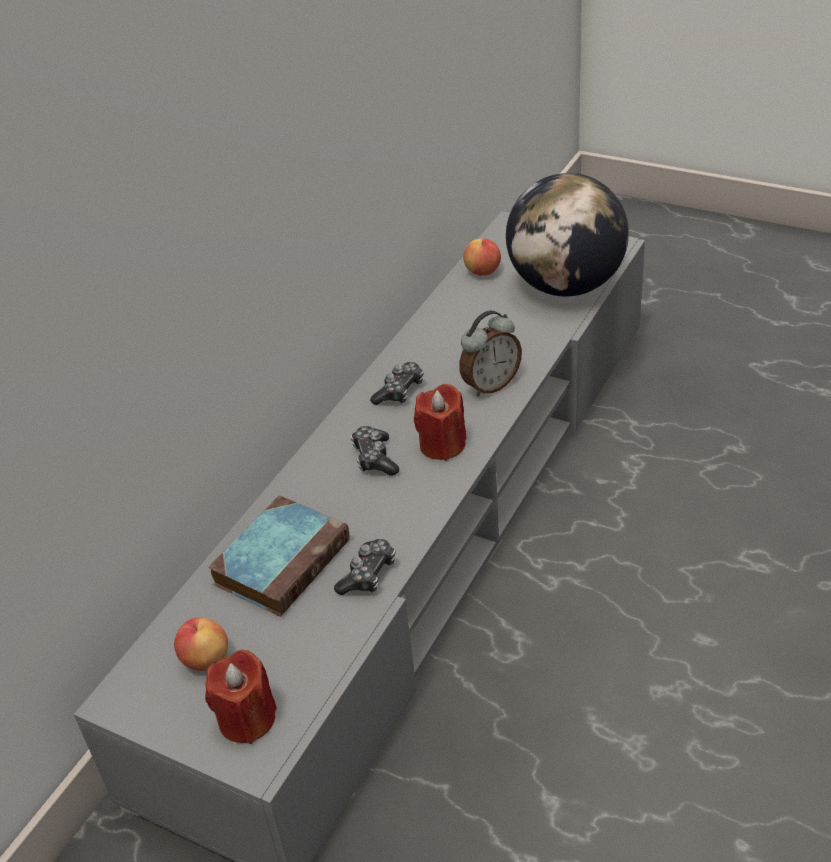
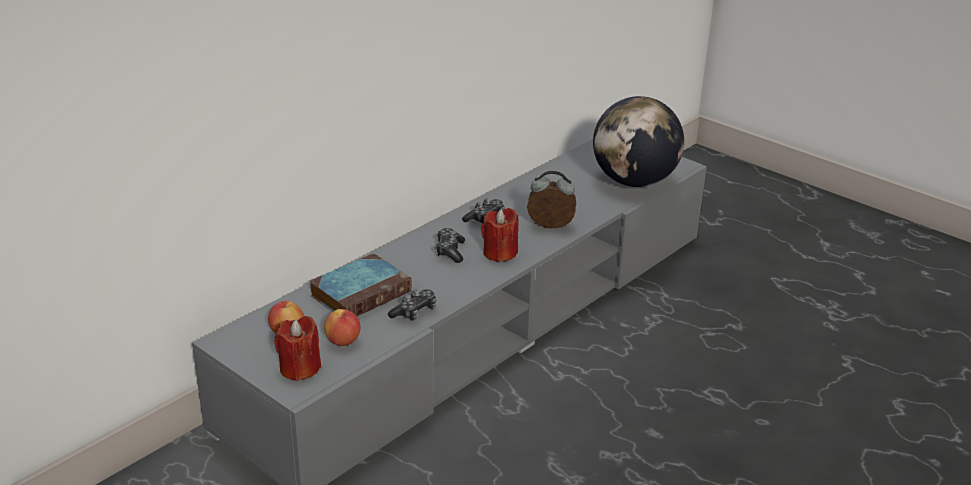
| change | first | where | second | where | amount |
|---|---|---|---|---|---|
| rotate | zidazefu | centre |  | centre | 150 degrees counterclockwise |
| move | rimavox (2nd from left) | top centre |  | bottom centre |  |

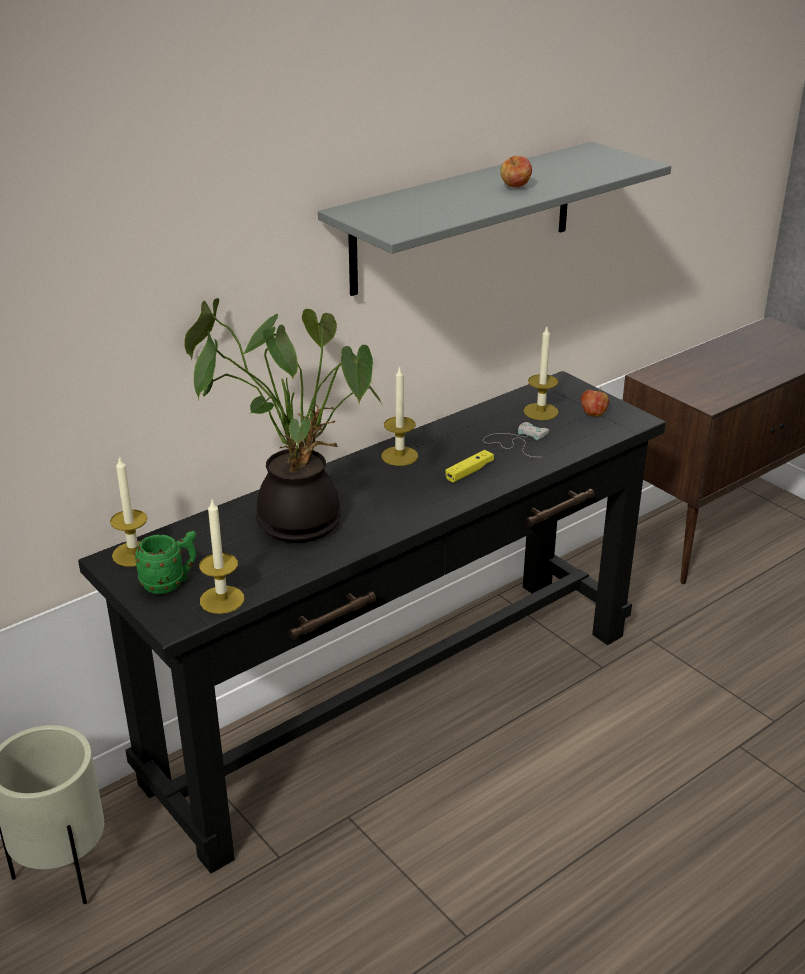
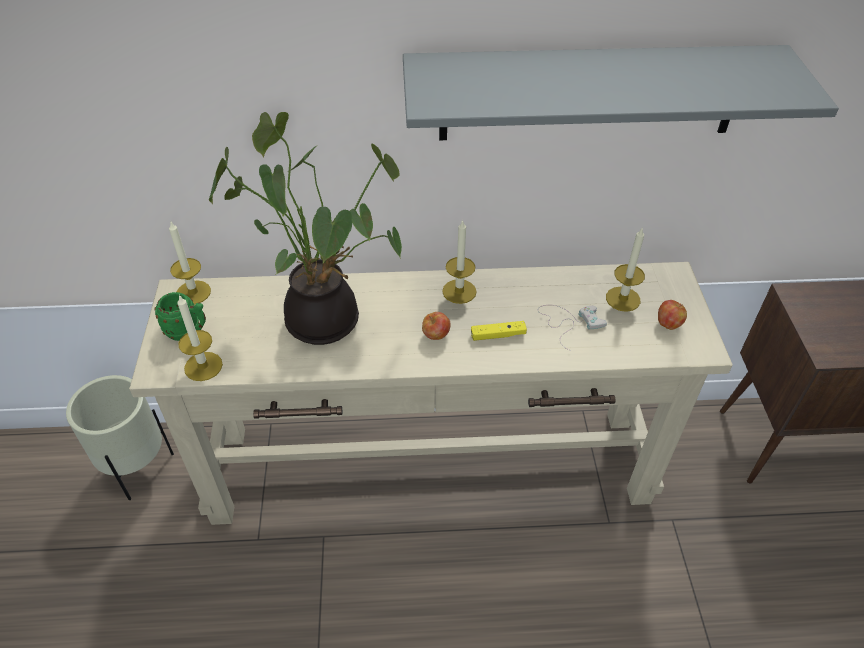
| change | first | where | second | where | amount |
|---|---|---|---|---|---|
| recolor | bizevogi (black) | centre | bizevogi (beige) | centre |  |
| move | rimavox (1st from left) | top centre |  | centre |  |

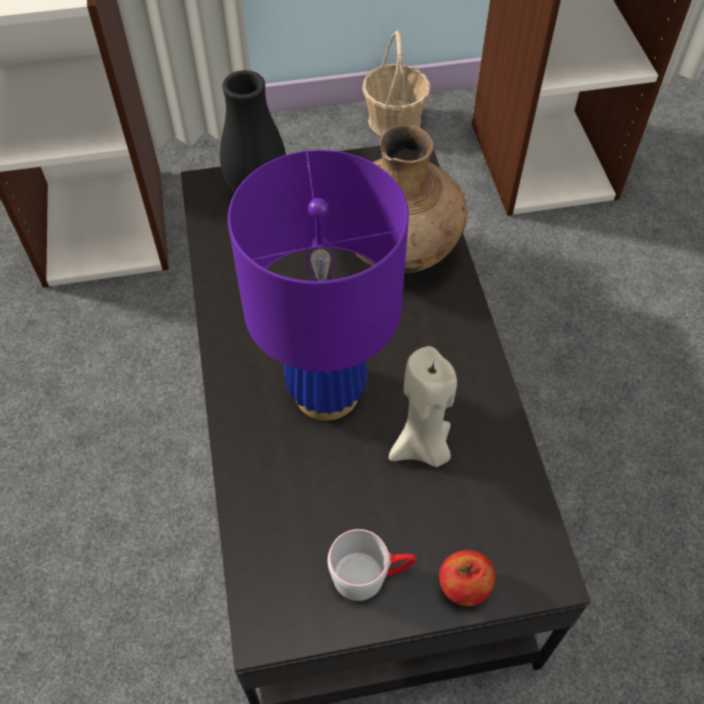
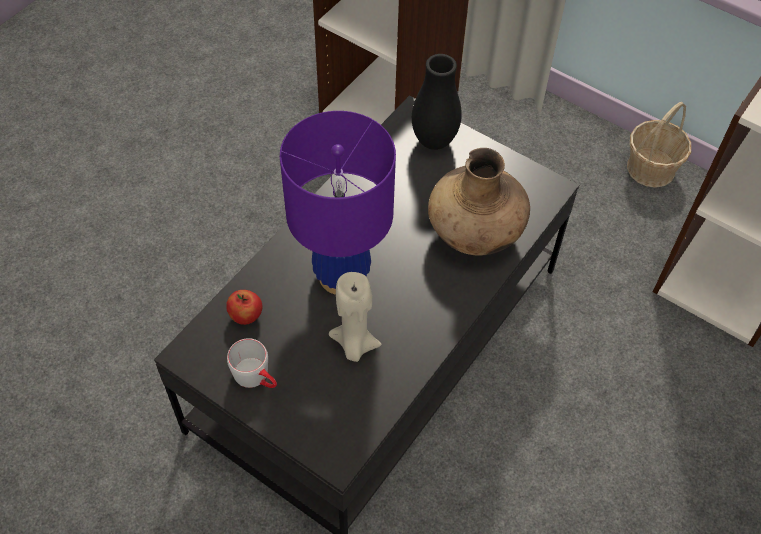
| change | first | where | second | where | amount |
|---|---|---|---|---|---|
| move | rimavox | bottom centre |  | middle left |  |

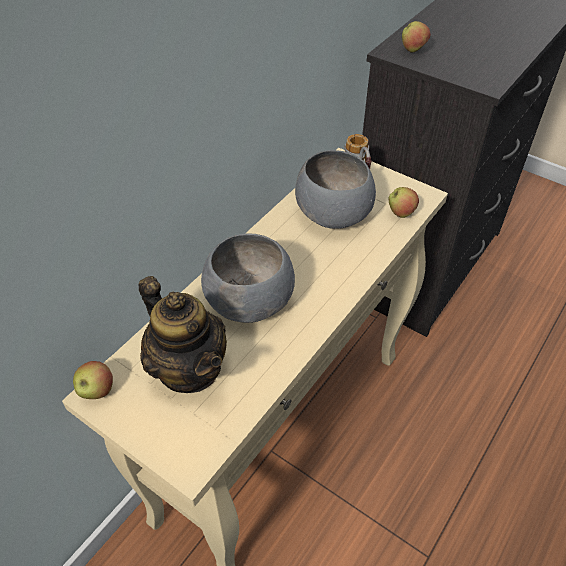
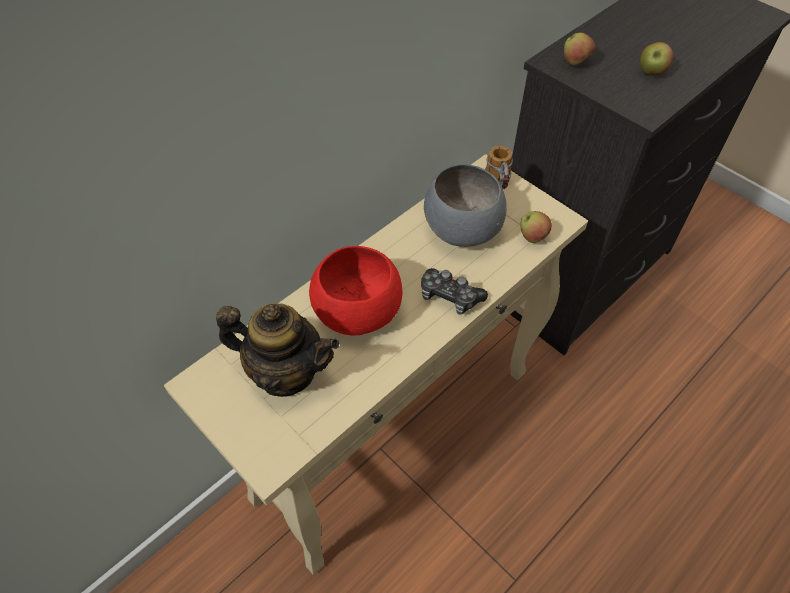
| change | first | where | second | where | amount |
|---|---|---|---|---|---|
| move | rimavox (1st from left in the first image) | bottom left | rimavox (3rd from left) | top right |  |
| rotate | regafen | middle left |  | centre | 45 degrees counterclockwise |
| recolor | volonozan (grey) (1st from left) | centre | volonozan (red) | centre |  |
| insert |  |  | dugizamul | centre |  |

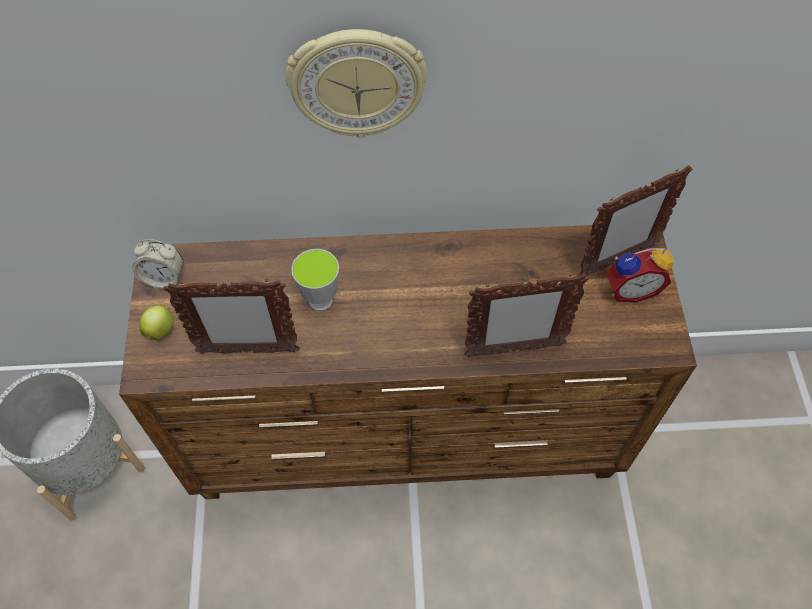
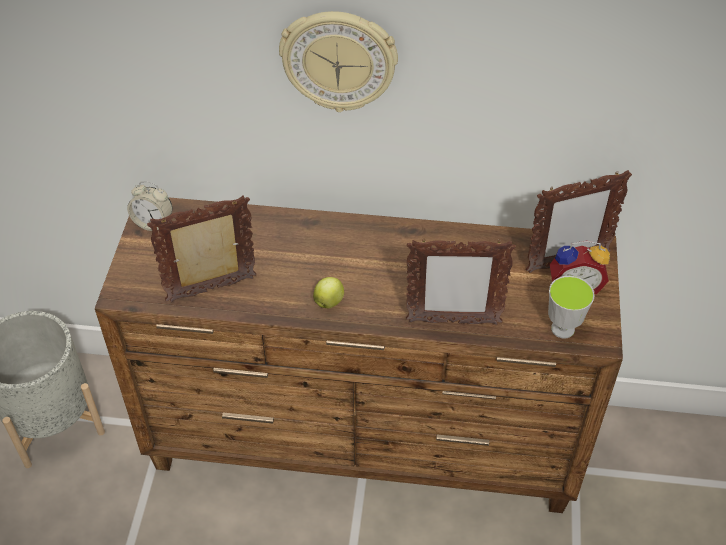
| change | first | where | second | where | amount |
|---|---|---|---|---|---|
| move | rimavox | middle left |  | centre |  |
| rotate | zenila (1st from left) | middle left |  | middle left | 150 degrees clockwise |
| move | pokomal | centre |  | middle right |  |

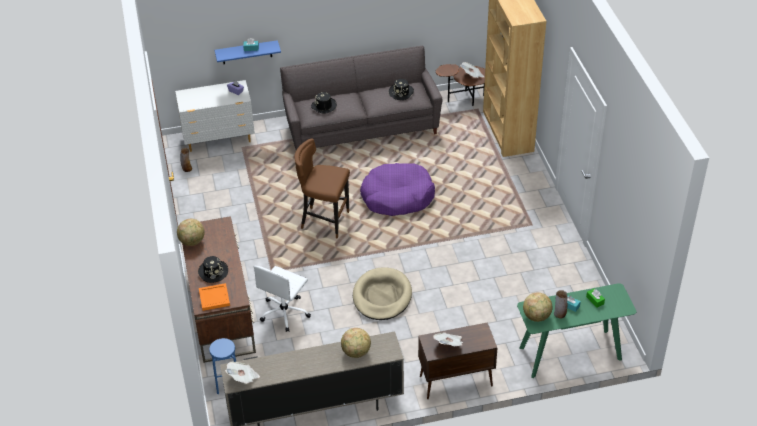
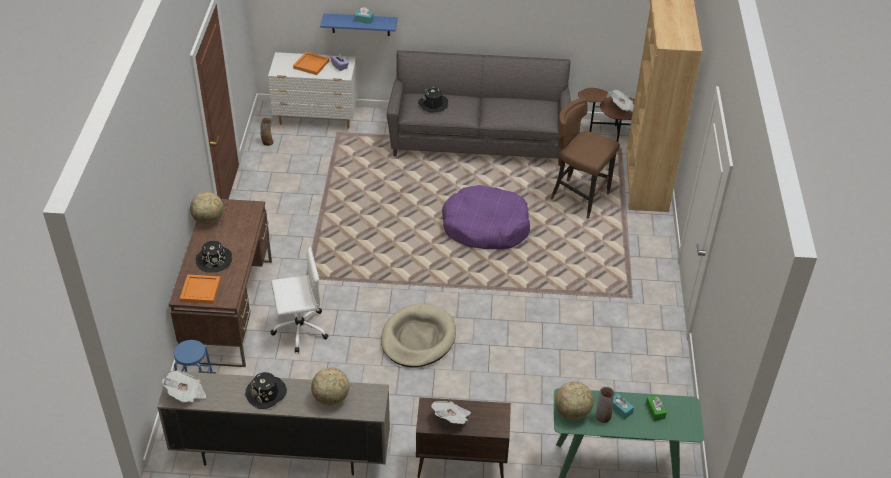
| change | first | where | second | where | amount |
|---|---|---|---|---|---|
| rotate | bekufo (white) | bottom centre |  | centre | 150 degrees counterclockwise |
| move | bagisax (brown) | centre |  | top centre |  |
| move | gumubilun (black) (3rd from left in the first image) | top centre | gumubilun (black) (2nd from left) | bottom left |  |
| insert |  |  | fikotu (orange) (2nd from left) | top centre |  |

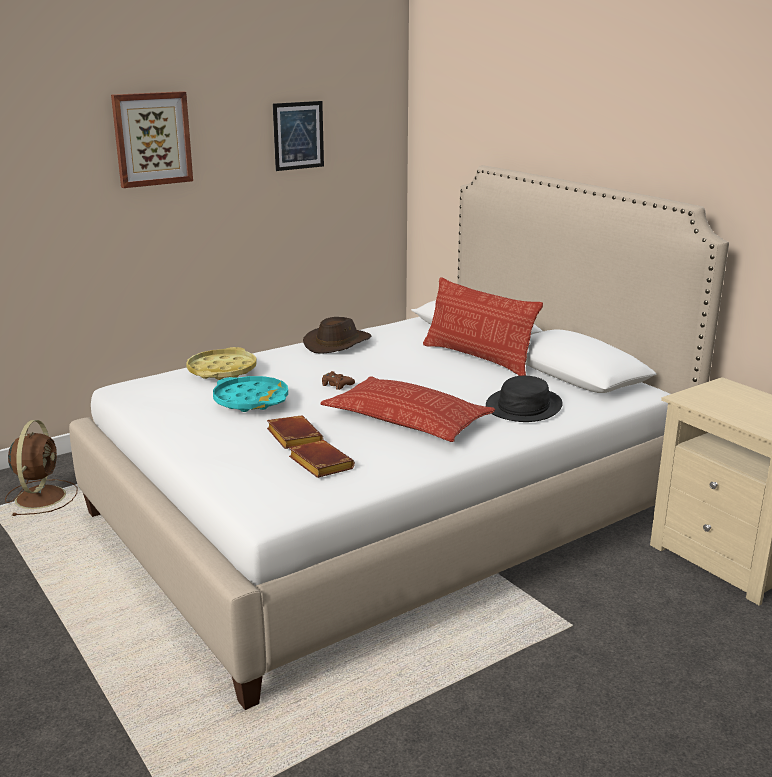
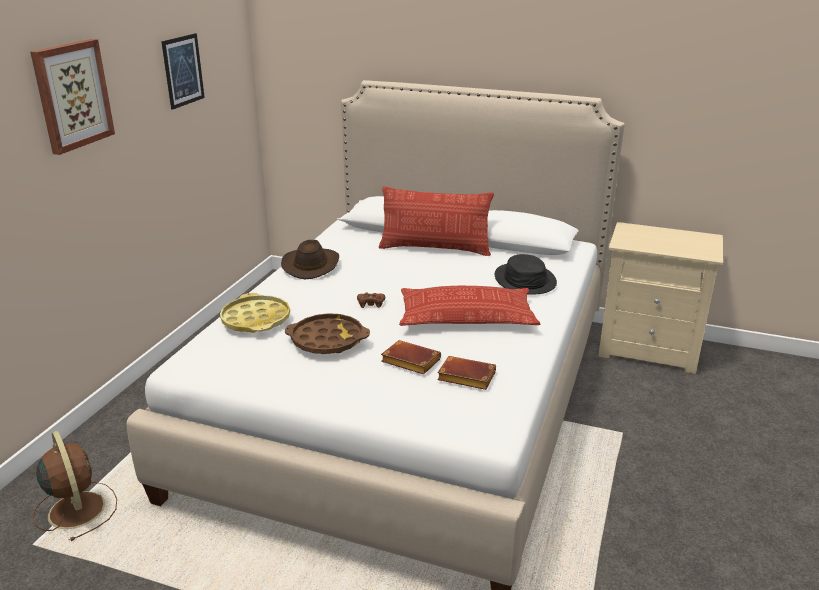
| change | first | where | second | where | amount |
|---|---|---|---|---|---|
| recolor | fikotu (turquoise) | middle left | fikotu (brown) | centre |  |

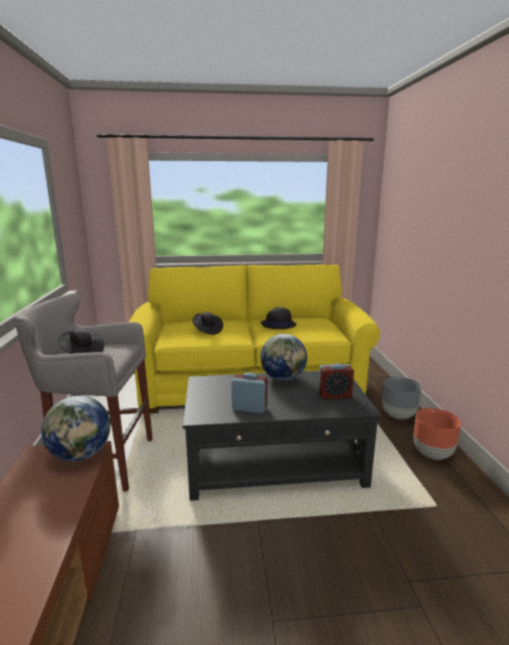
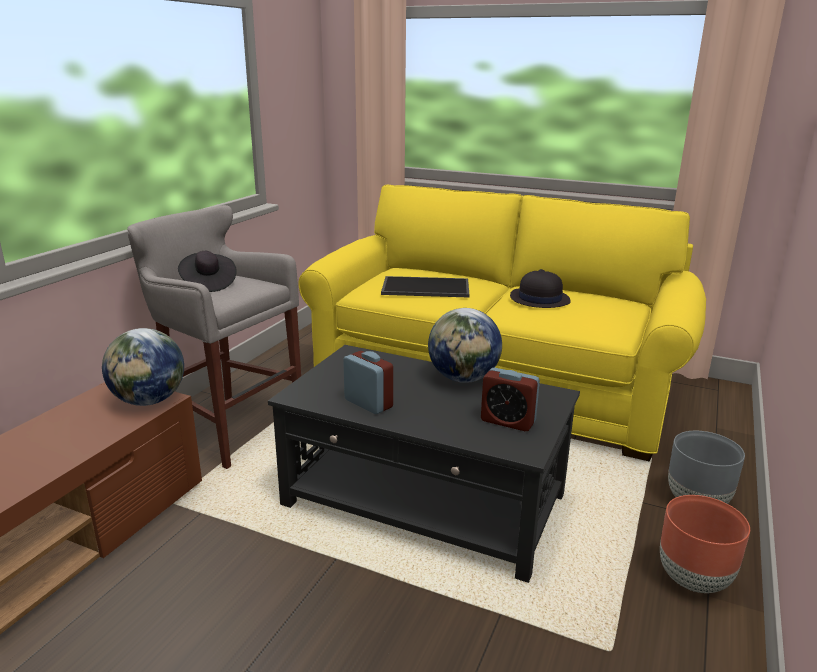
| change | first | where | second | where | amount |
|---|---|---|---|---|---|
| replace | gumubilun (black) (2nd from left) | centre | fikotu | centre |  |

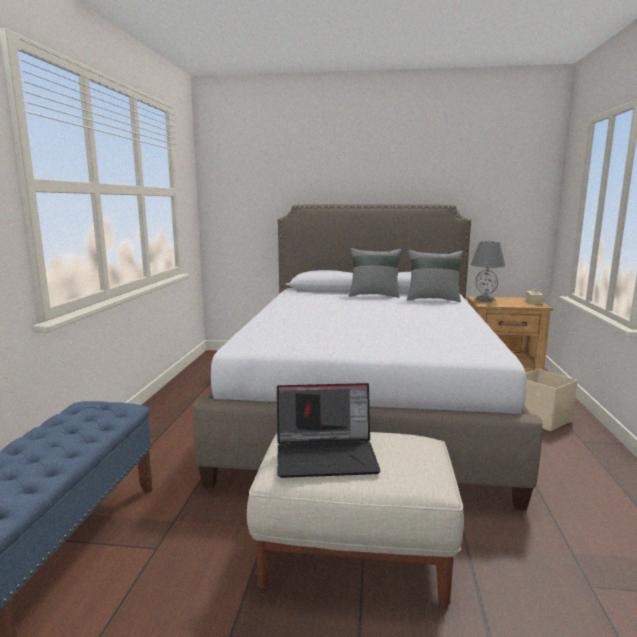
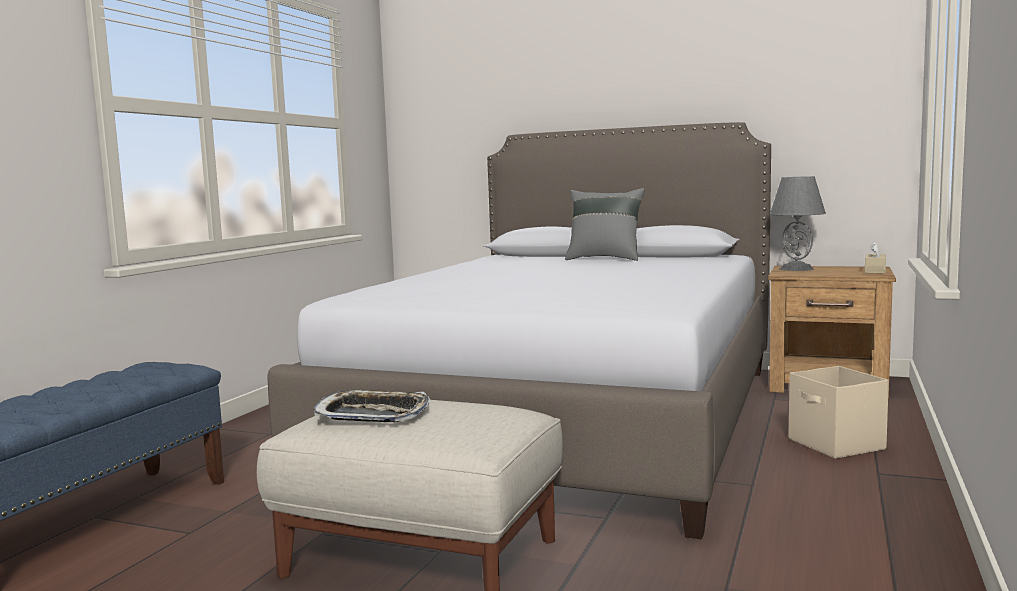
| change | first | where | second | where | amount |
|---|---|---|---|---|---|
| replace | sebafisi | bottom centre | fikotu | bottom centre |  |
| delete | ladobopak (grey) (2nd from left) | middle right |  |  |  |

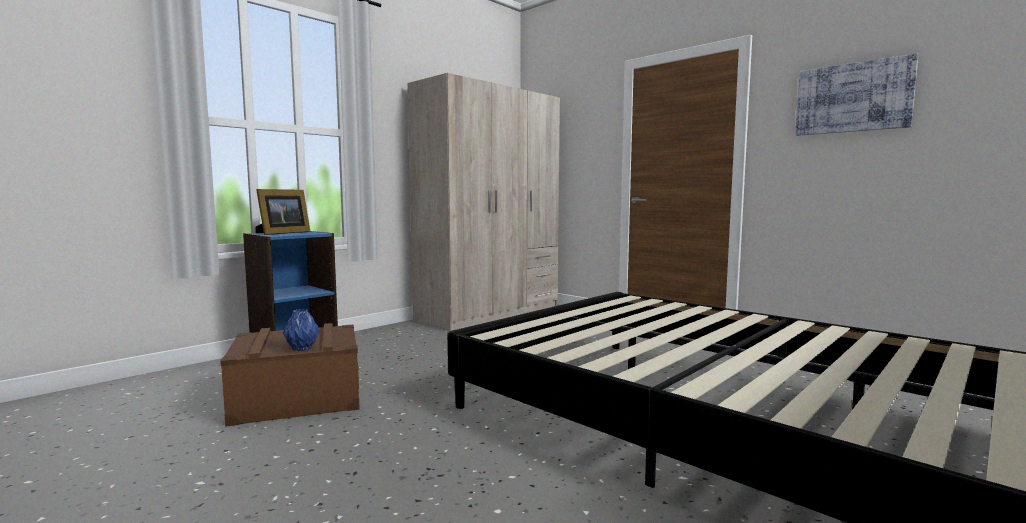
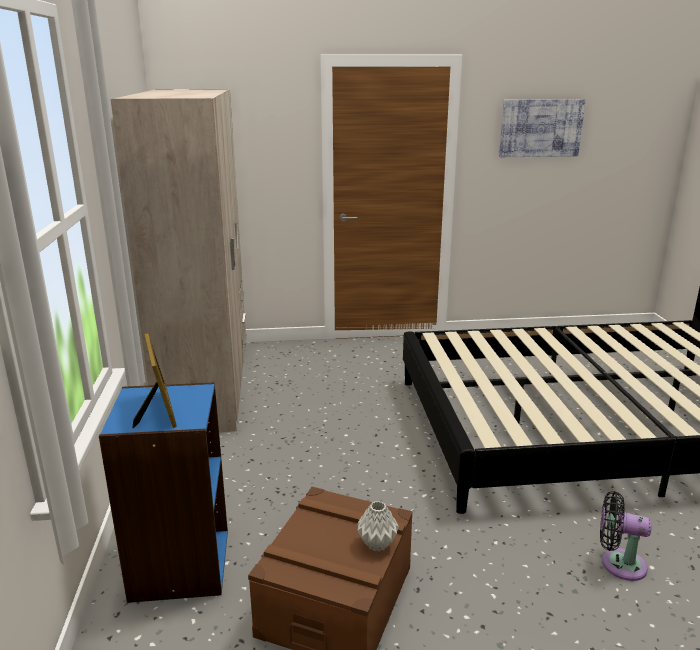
| change | first | where | second | where | amount |
|---|---|---|---|---|---|
| recolor | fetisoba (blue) | middle left | fetisoba (grey) | bottom centre |  |
| insert |  |  | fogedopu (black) | bottom right |  |

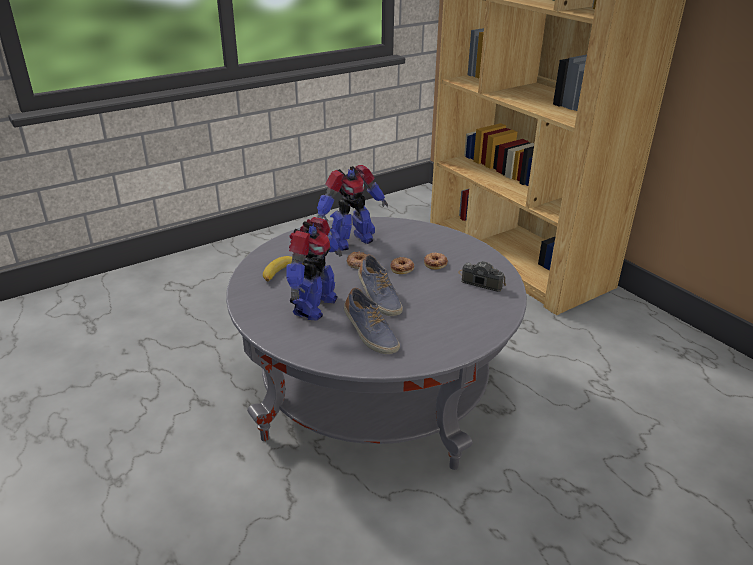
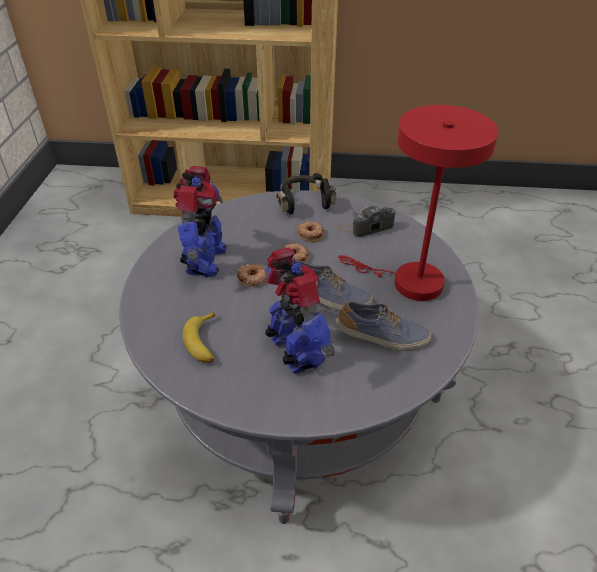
| change | first | where | second | where | amount |
|---|---|---|---|---|---|
| insert |  |  | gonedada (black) | centre |  |
| insert |  |  | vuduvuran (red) | middle right |  |

